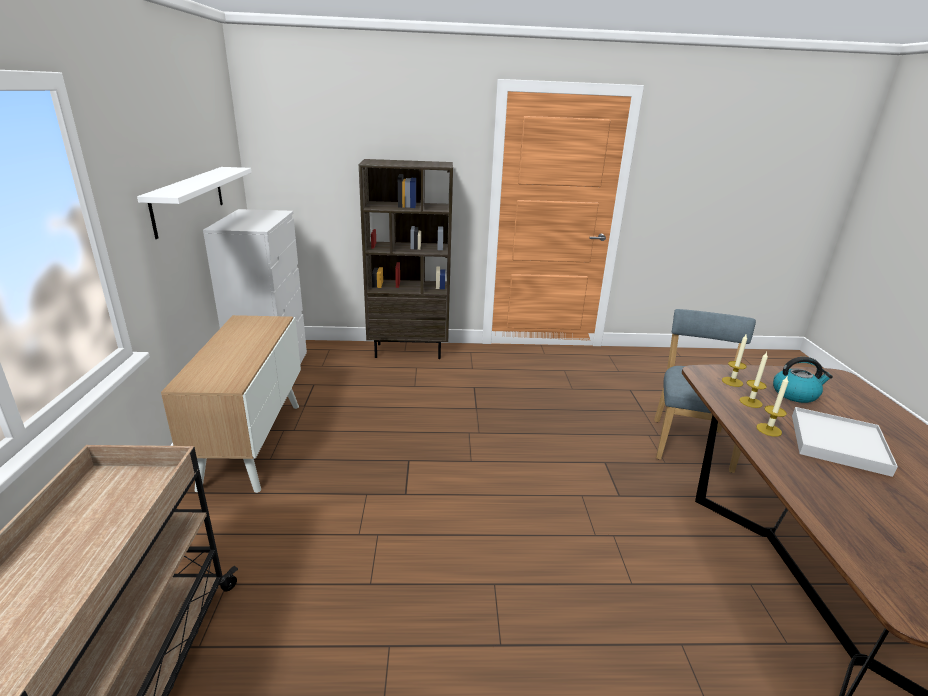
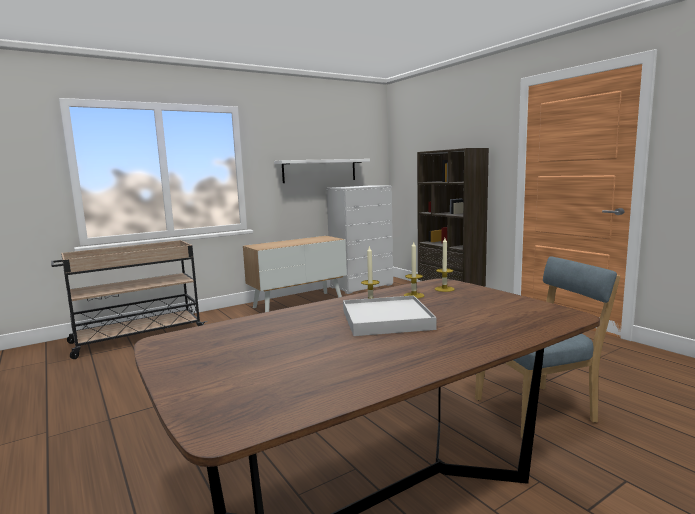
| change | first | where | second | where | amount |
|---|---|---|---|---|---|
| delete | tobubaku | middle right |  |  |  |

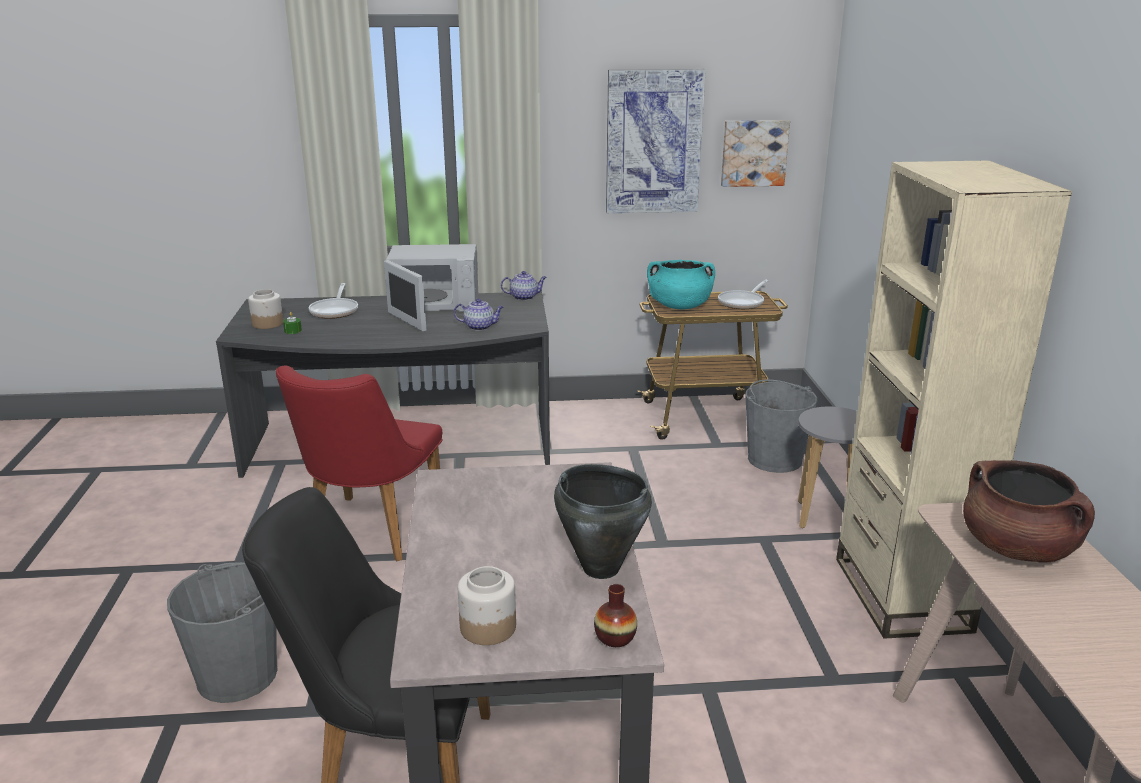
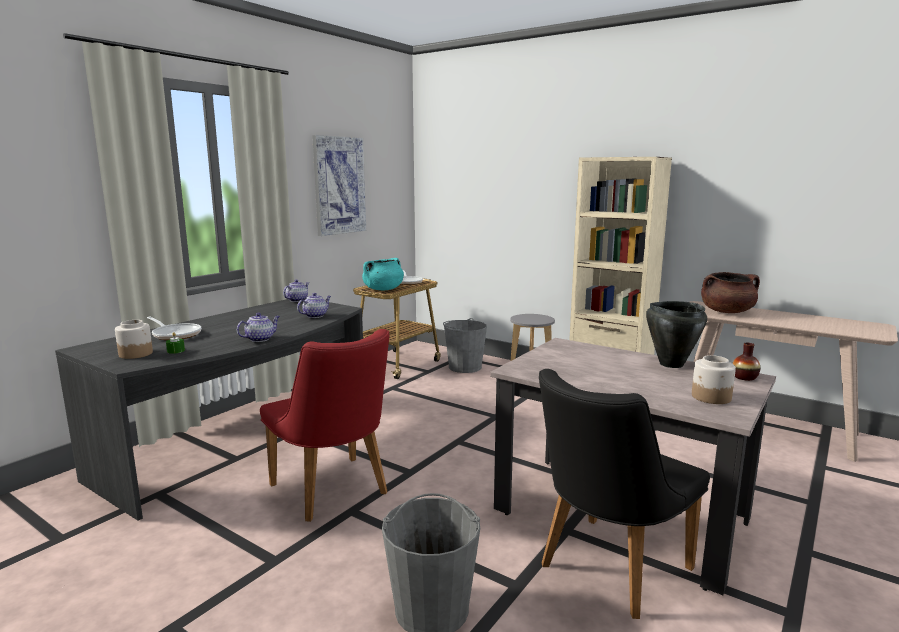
| change | first | where | second | where | amount |
|---|---|---|---|---|---|
| delete | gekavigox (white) | centre |  |  |  |
| delete | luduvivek (2nd from left) | top centre |  |  |  |
| insert |  |  | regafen (1st from left) | middle left |  |

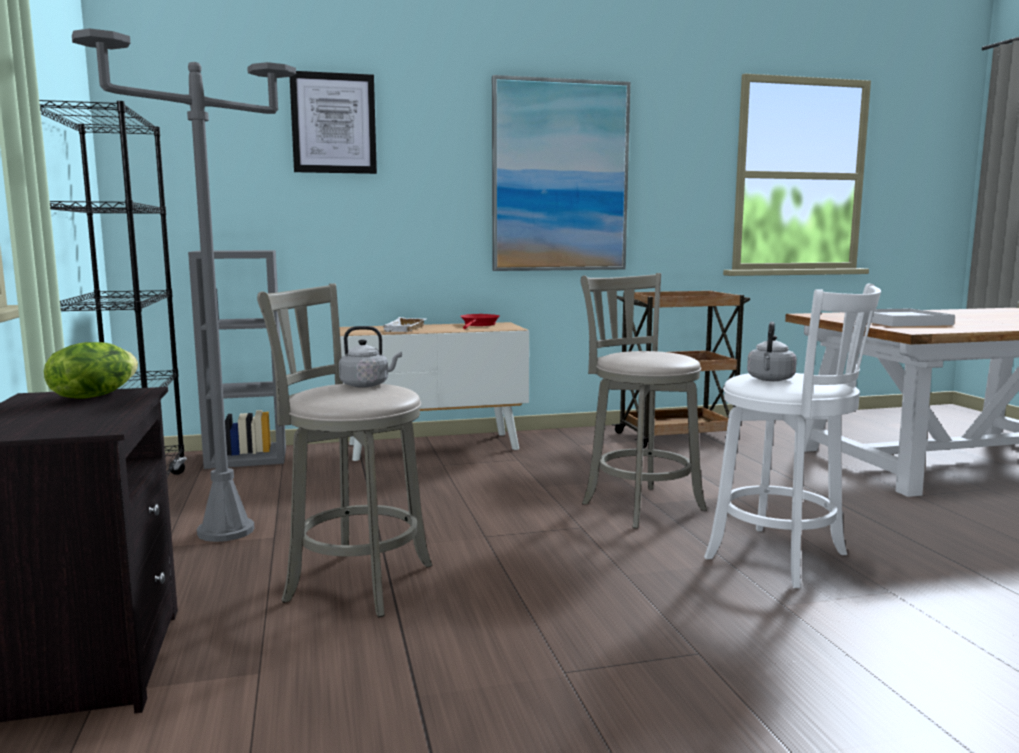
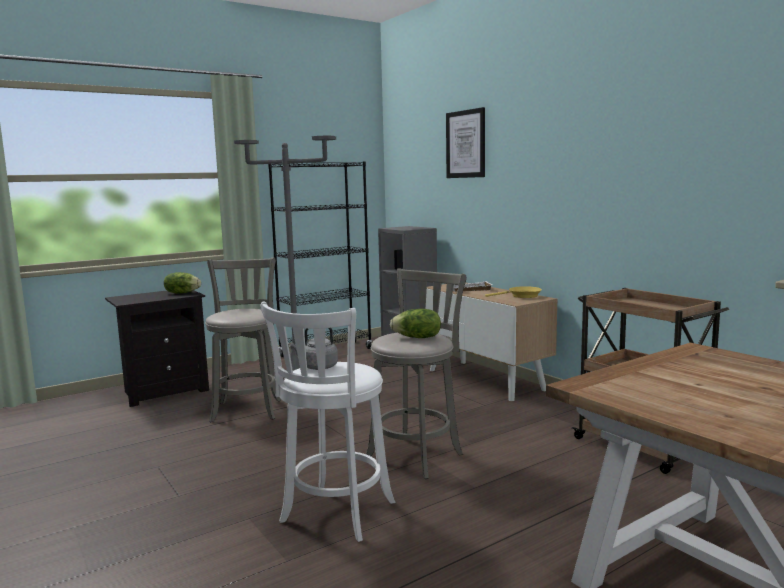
| change | first | where | second | where | amount |
|---|---|---|---|---|---|
| delete | tobubaku (grey) (1st from left) | centre |  |  |  |
| recolor | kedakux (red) | centre | kedakux (yellow) | centre |  |
| delete | luduvivek (2nd from left) | top centre |  |  |  |
| delete | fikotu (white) (2nd from left) | middle right |  |  |  |
| insert |  |  | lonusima (2nd from left) | centre |  |

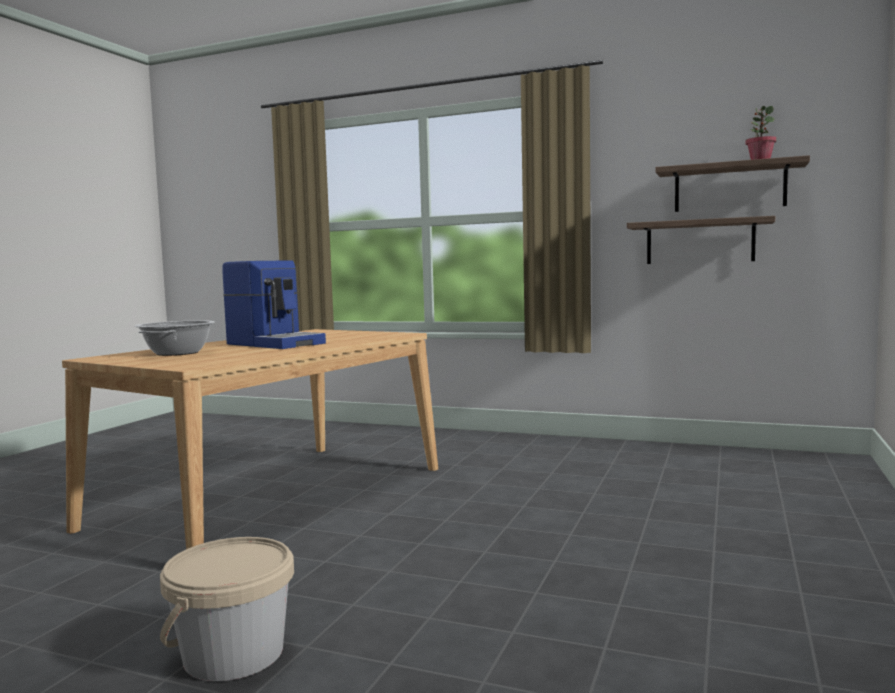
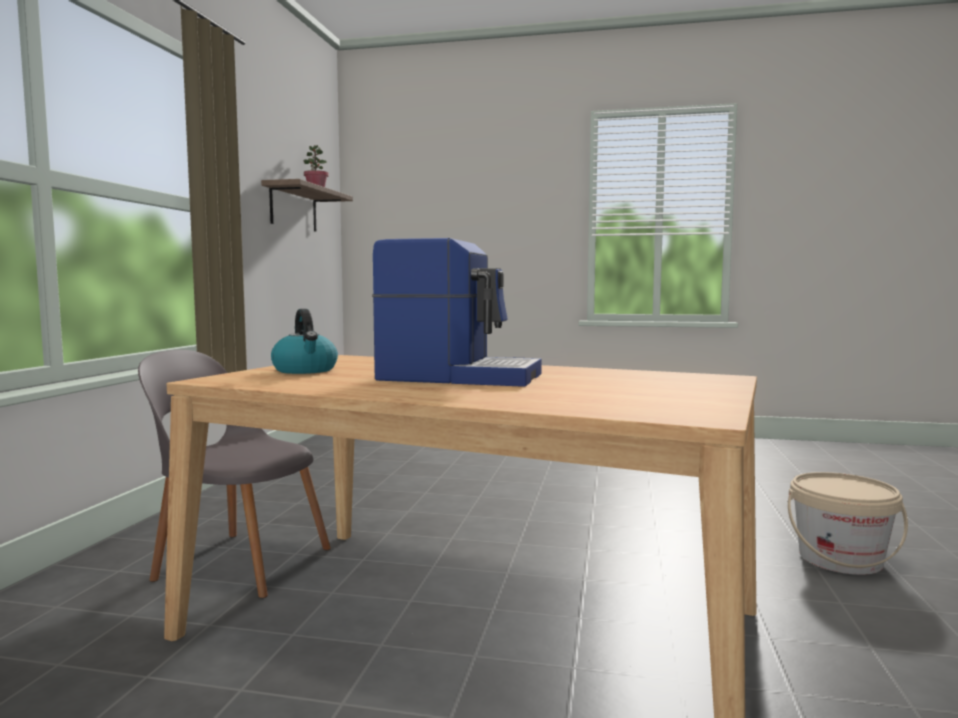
| change | first | where | second | where | amount |
|---|---|---|---|---|---|
| delete | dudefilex | middle left |  |  |  |
| rotate | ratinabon | middle left |  | centre | 75 degrees clockwise |
| delete | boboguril (1st from left) | middle right |  |  |  |
| insert |  |  | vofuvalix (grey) | middle left |  |
| insert |  |  | tobubaku | middle left |  |

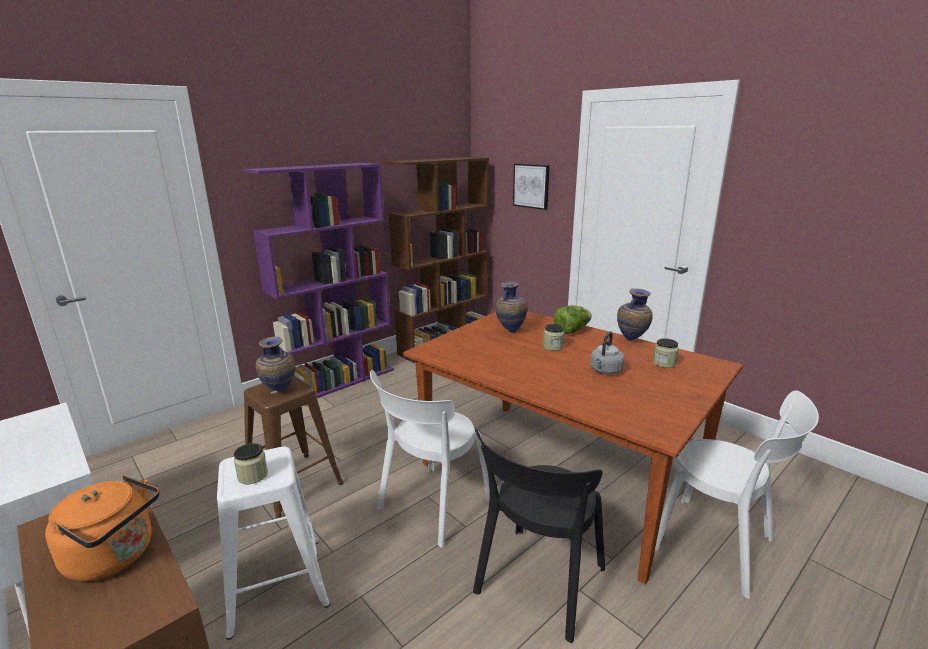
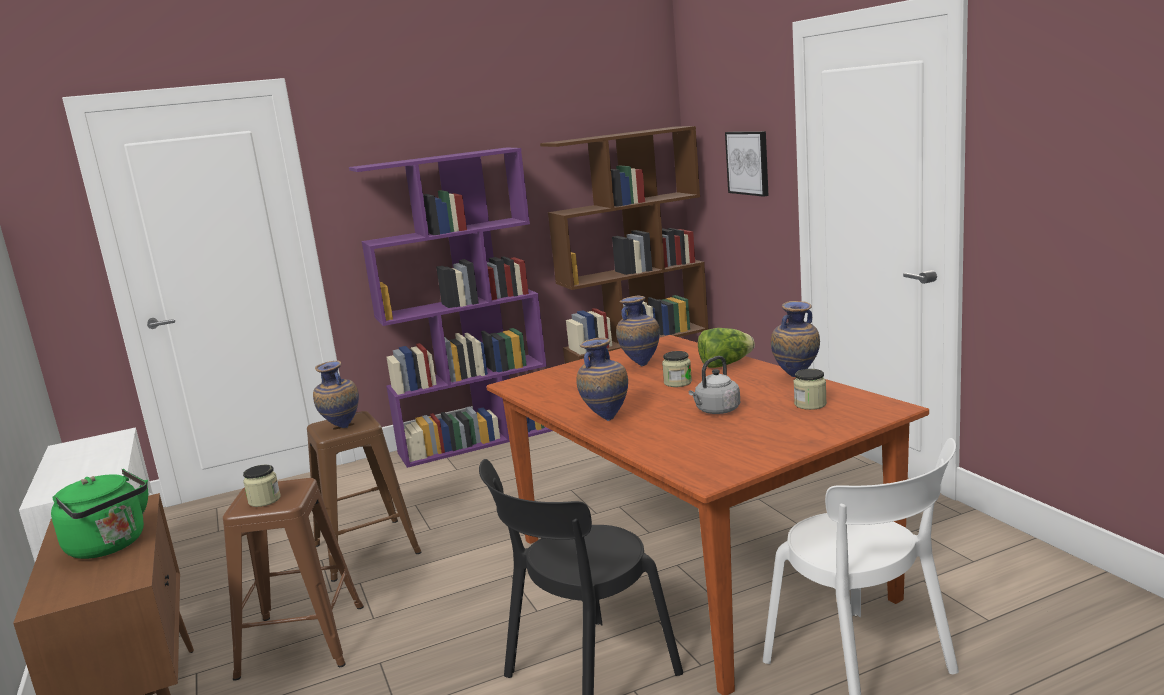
| change | first | where | second | where | amount |
|---|---|---|---|---|---|
| recolor | tobubaku (orange) | bottom left | tobubaku (green) | bottom left |  |
| recolor | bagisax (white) | bottom left | bagisax (brown) (1st from left) | bottom left |  |
| delete | vofuvalix (white) (1st from left) | bottom centre |  |  |  |
| insert |  |  | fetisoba (2nd from left) | centre |  |

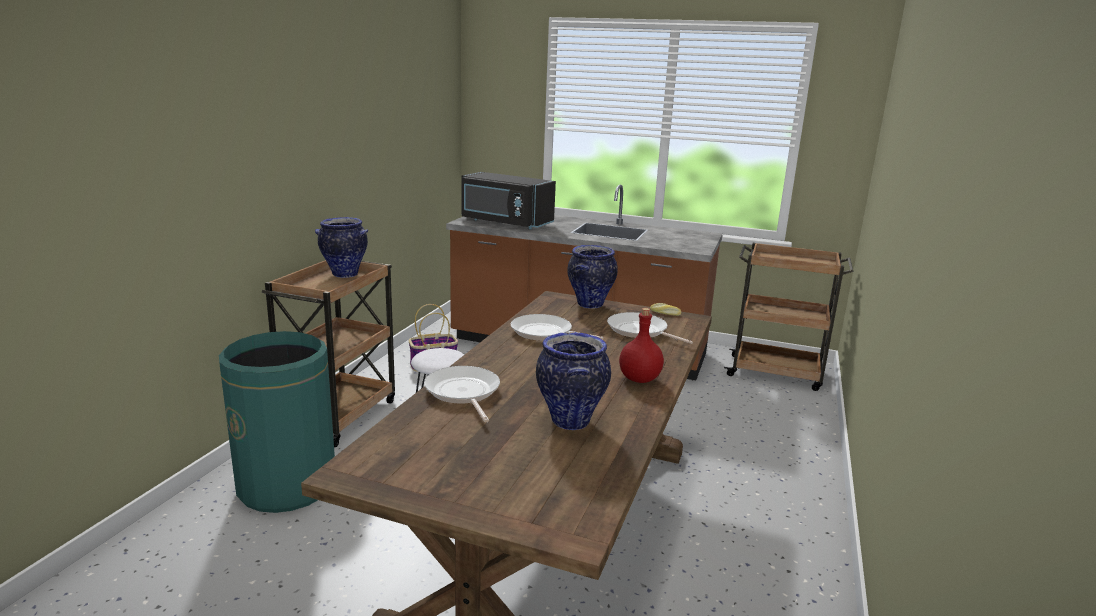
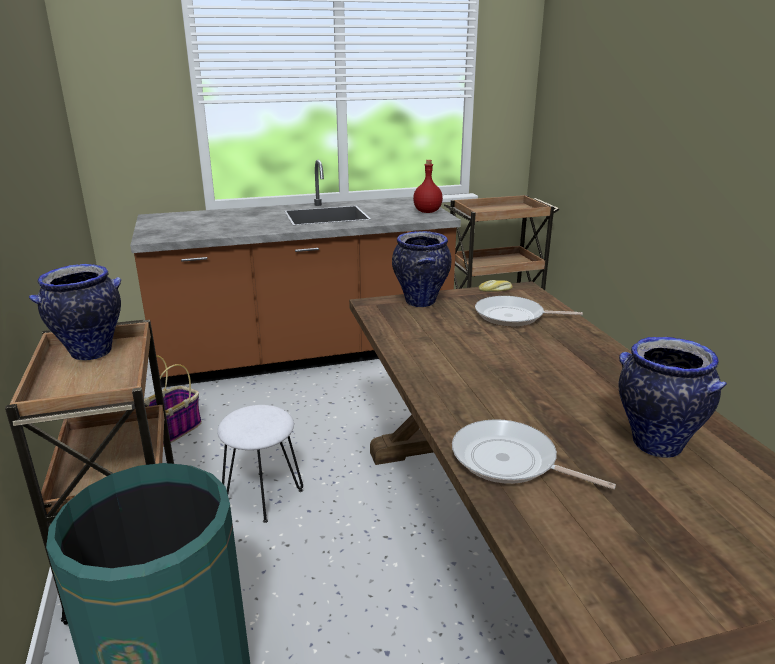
| change | first | where | second | where | amount |
|---|---|---|---|---|---|
| delete | gekavigox (black) | top centre |  |  |  |
| delete | kedakux (2nd from left) | centre |  |  |  |
| move | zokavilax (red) | centre |  | top centre |  |

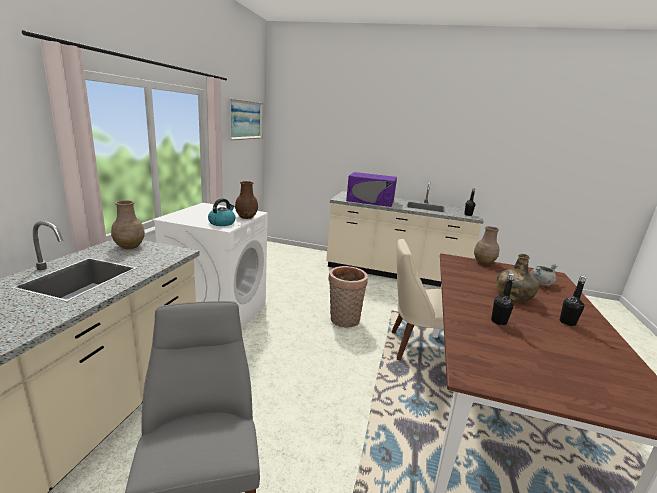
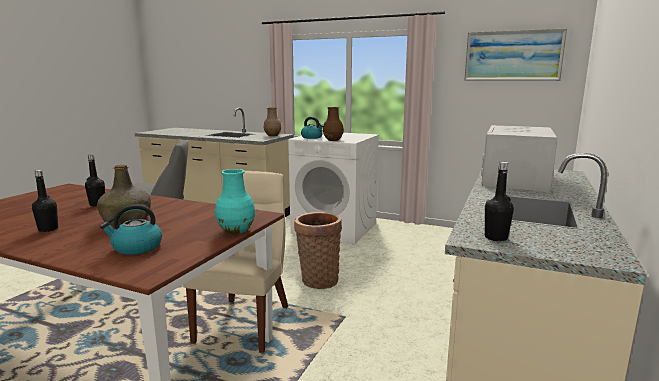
| change | first | where | second | where | amount |
|---|---|---|---|---|---|
| recolor | gekavigox (purple) | centre | gekavigox (white) | middle right |  |
| recolor | fetisoba (brown) (3rd from left) | middle right | fetisoba (turquoise) | centre |  |
| replace | dudefilex (grey) | middle right | tobubaku (1st from left) | middle left |  |

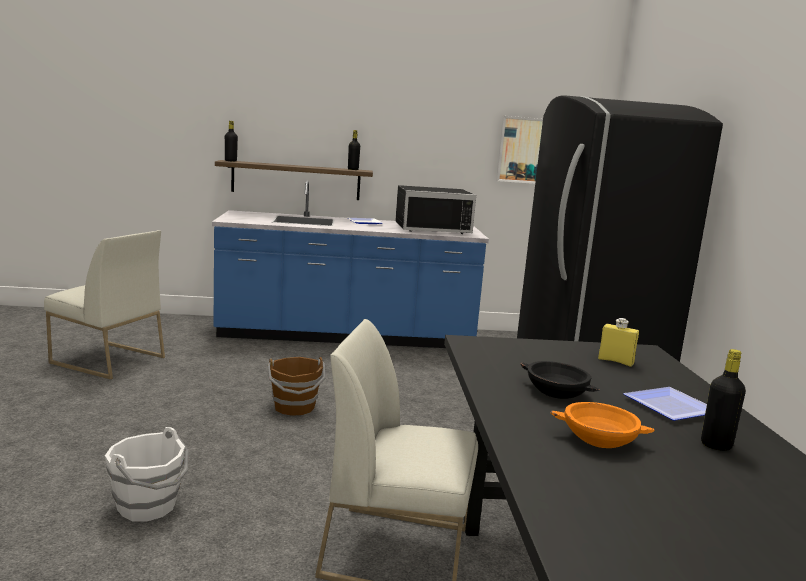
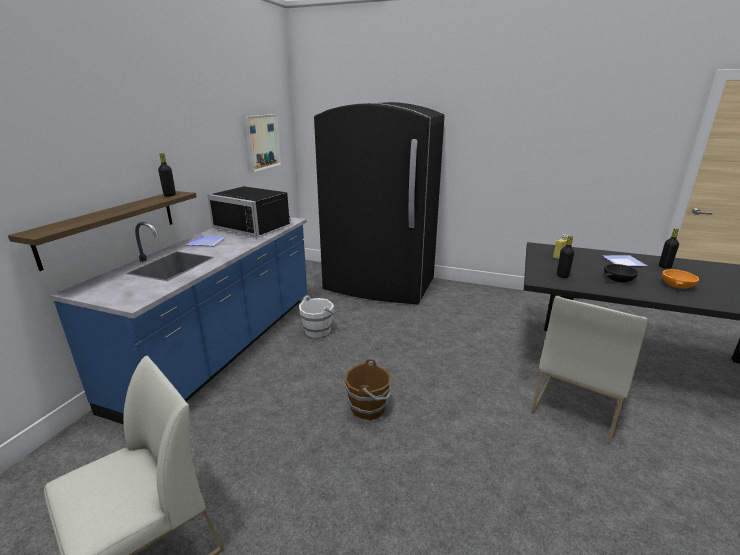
| change | first | where | second | where | amount |
|---|---|---|---|---|---|
| move | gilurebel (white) | bottom left |  | centre |  |
| move | zokavilax (black) (1st from left in the first image) | top left | zokavilax (black) (2nd from left) | middle right |  |
| rotate | gekavigox (black) | centre |  | centre | 105 degrees clockwise |

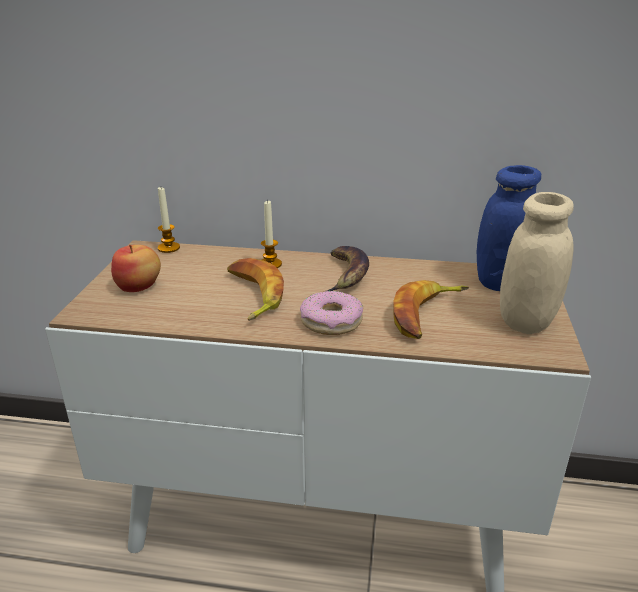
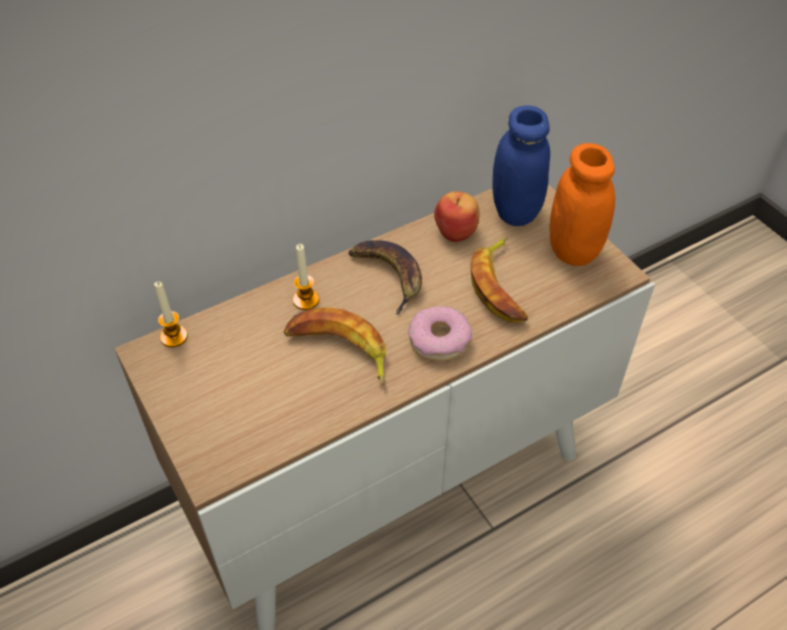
| change | first | where | second | where | amount |
|---|---|---|---|---|---|
| move | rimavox | middle left |  | centre |  |
| recolor | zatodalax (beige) | middle right | zatodalax (orange) | top right |  |

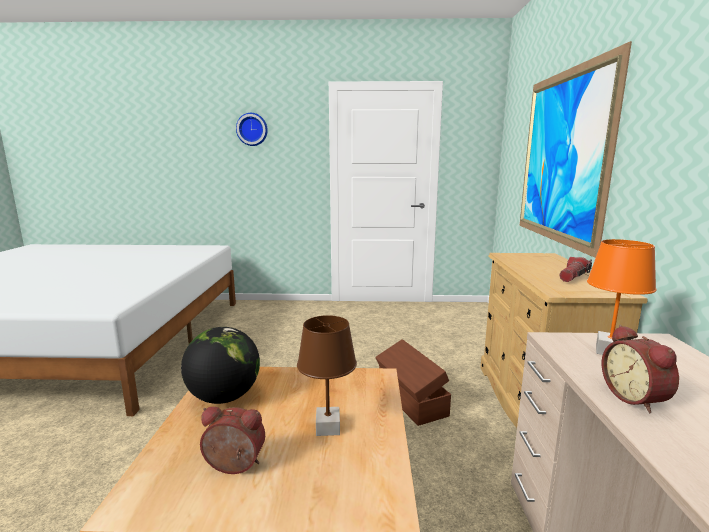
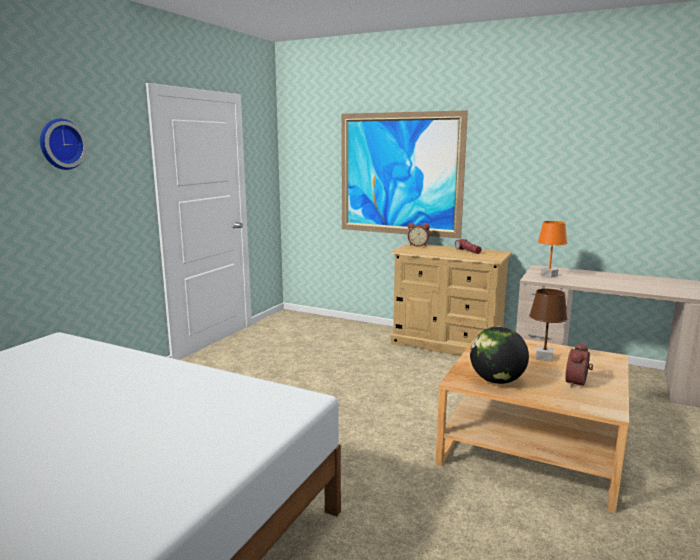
| change | first | where | second | where | amount |
|---|---|---|---|---|---|
| delete | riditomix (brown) | bottom centre |  |  |  |
| move | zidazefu (2nd from left in the first image) | bottom right | zidazefu (1st from left) | centre |  |

